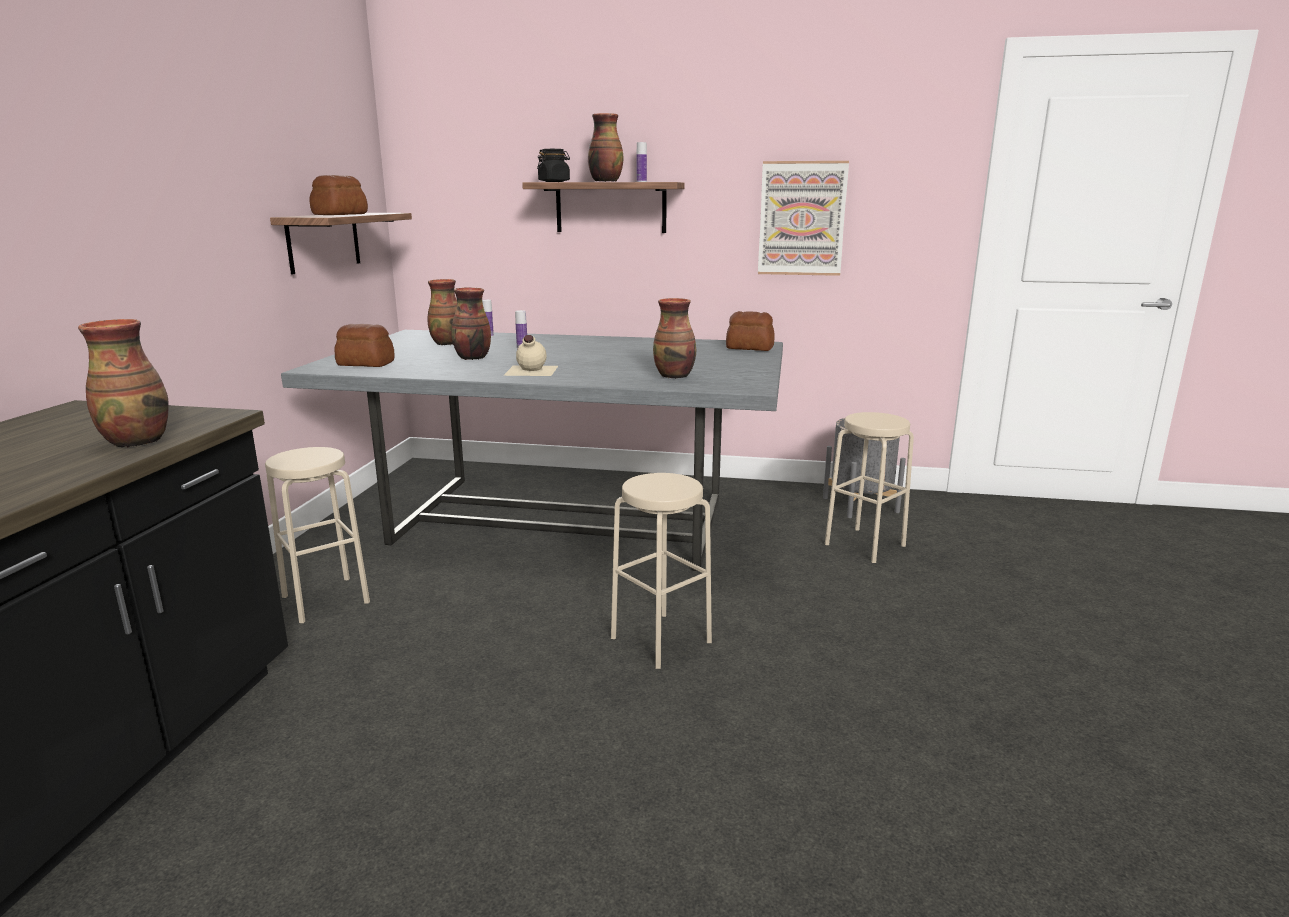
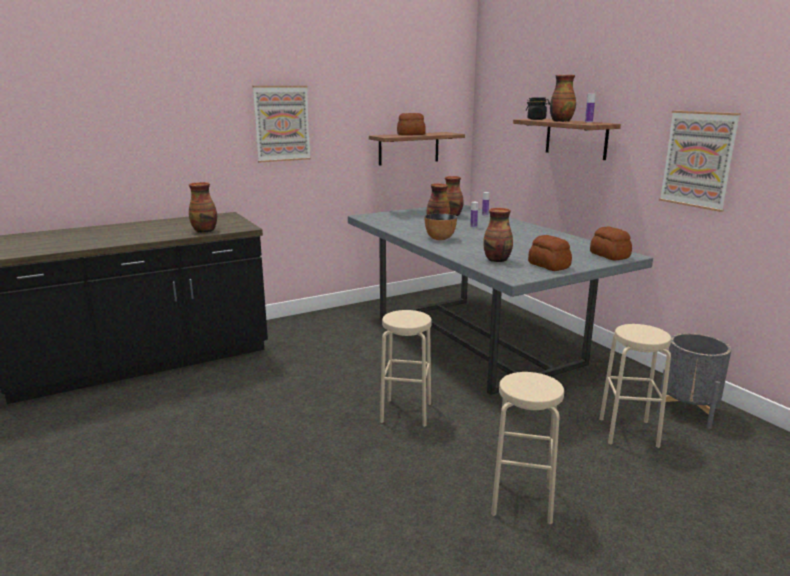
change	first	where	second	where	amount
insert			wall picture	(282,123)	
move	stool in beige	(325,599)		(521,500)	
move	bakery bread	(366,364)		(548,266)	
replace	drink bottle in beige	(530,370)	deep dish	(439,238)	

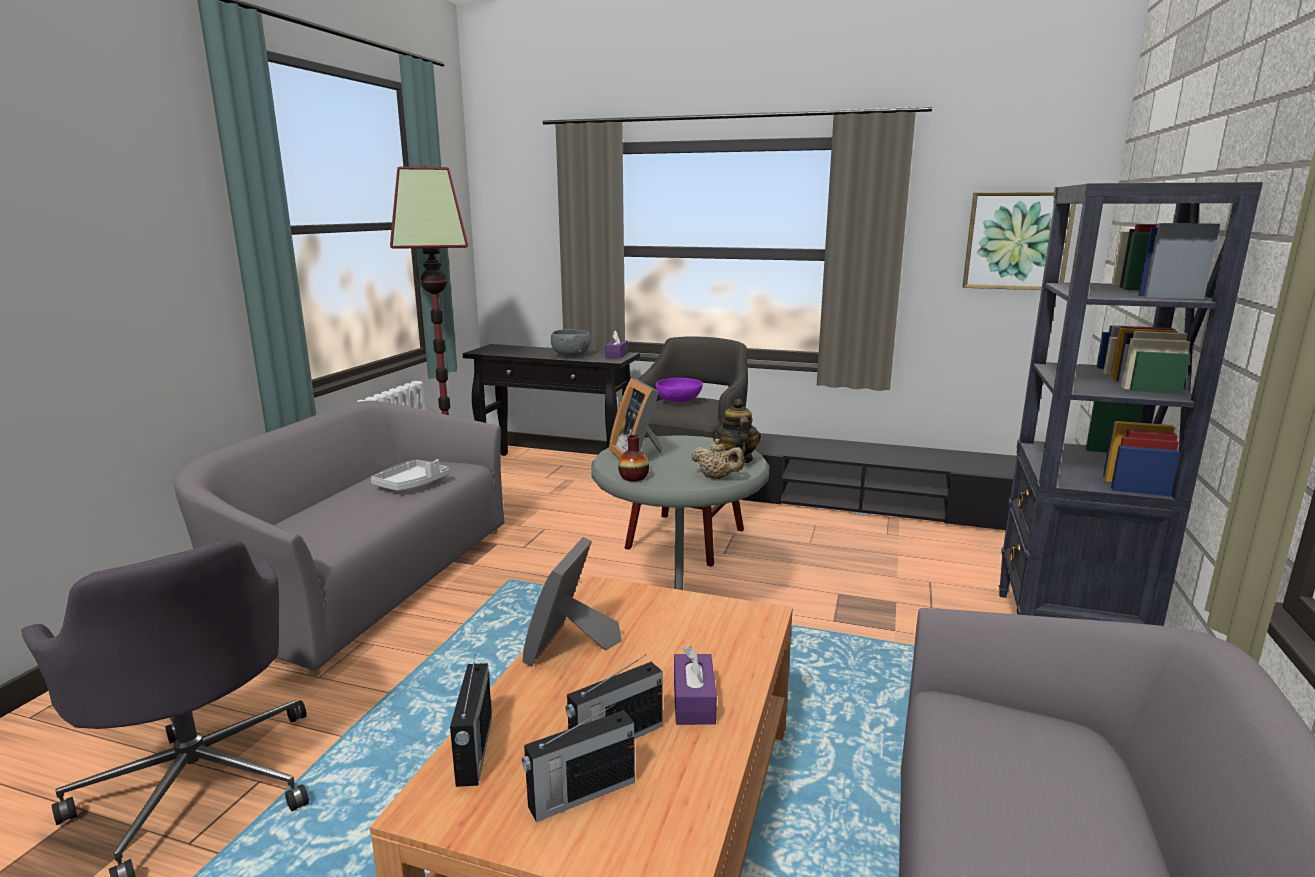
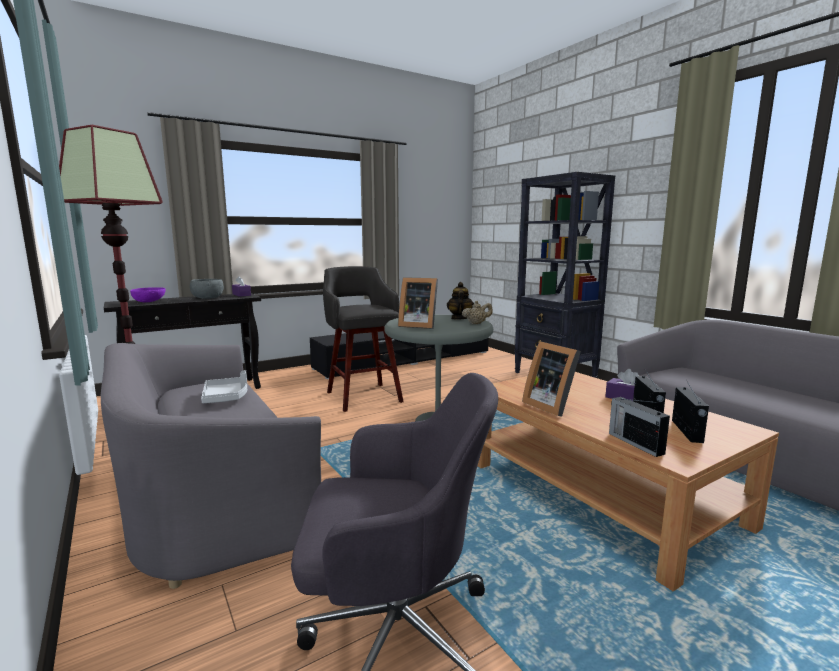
change	first	where	second	where	amount
delete	vase	(633,477)			
delete	wall picture	(1017,241)			
move	deep dish in purplish	(679,402)		(149,302)	
rotate	radio receiver	(474,751)		(634,443)	150 degrees counterclockwise
rotate	teapot	(736,460)		(459,318)	60 degrees clockwise

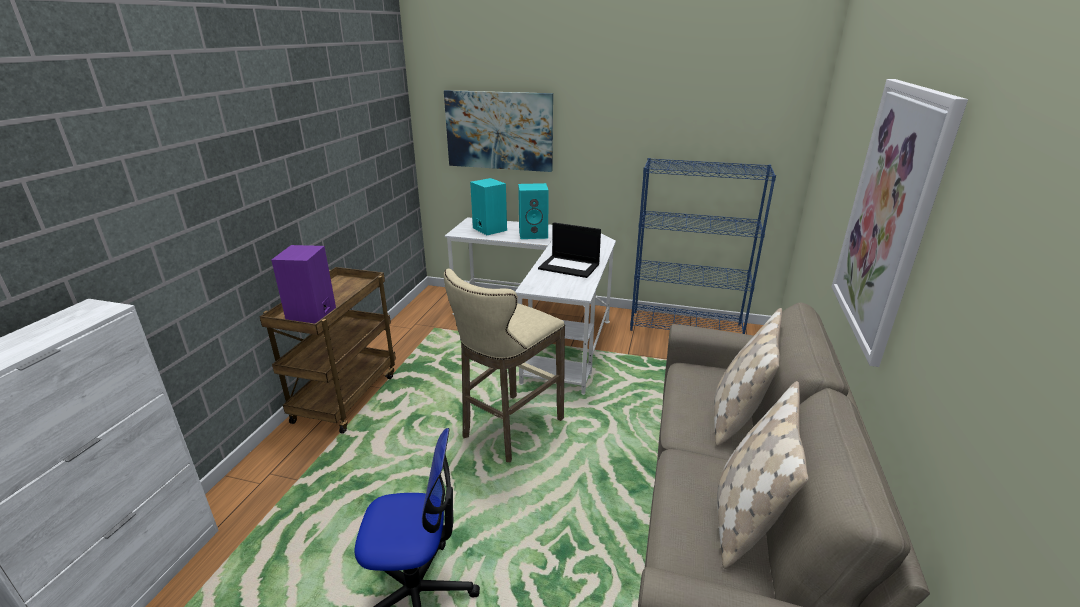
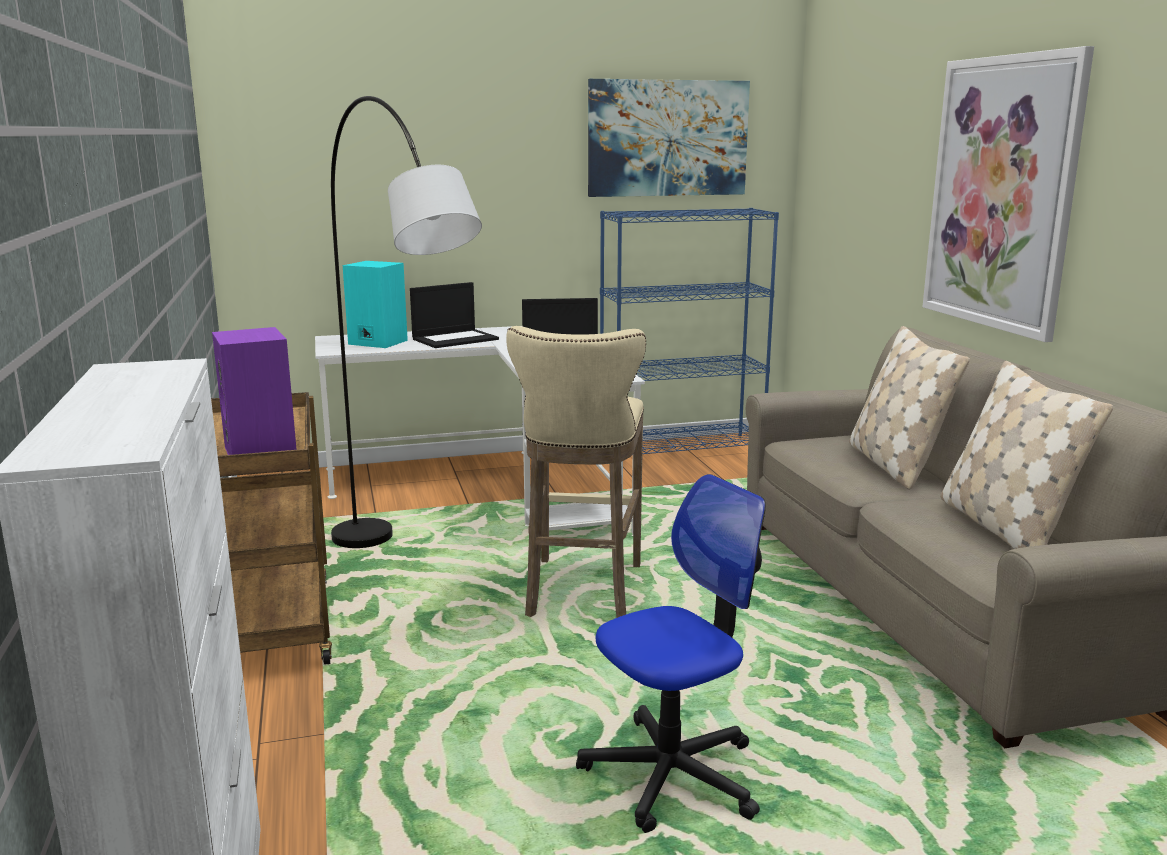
change	first	where	second	where	amount
insert			standard lamp in gray	(407,578)	
move	wall picture	(499,130)		(667,138)	
replace	audio speaker in blue-green	(534,234)	laptop	(455,339)	

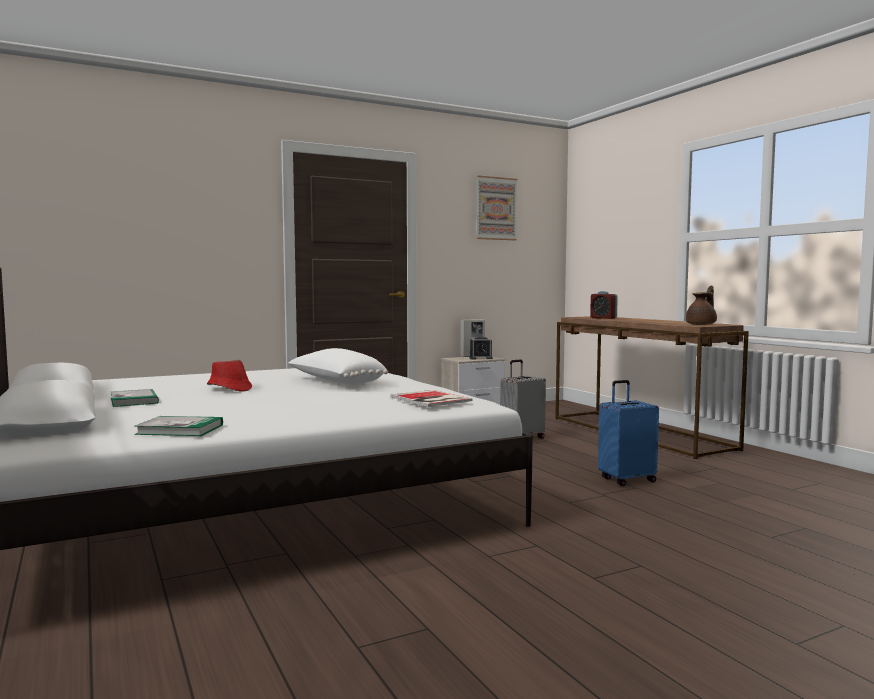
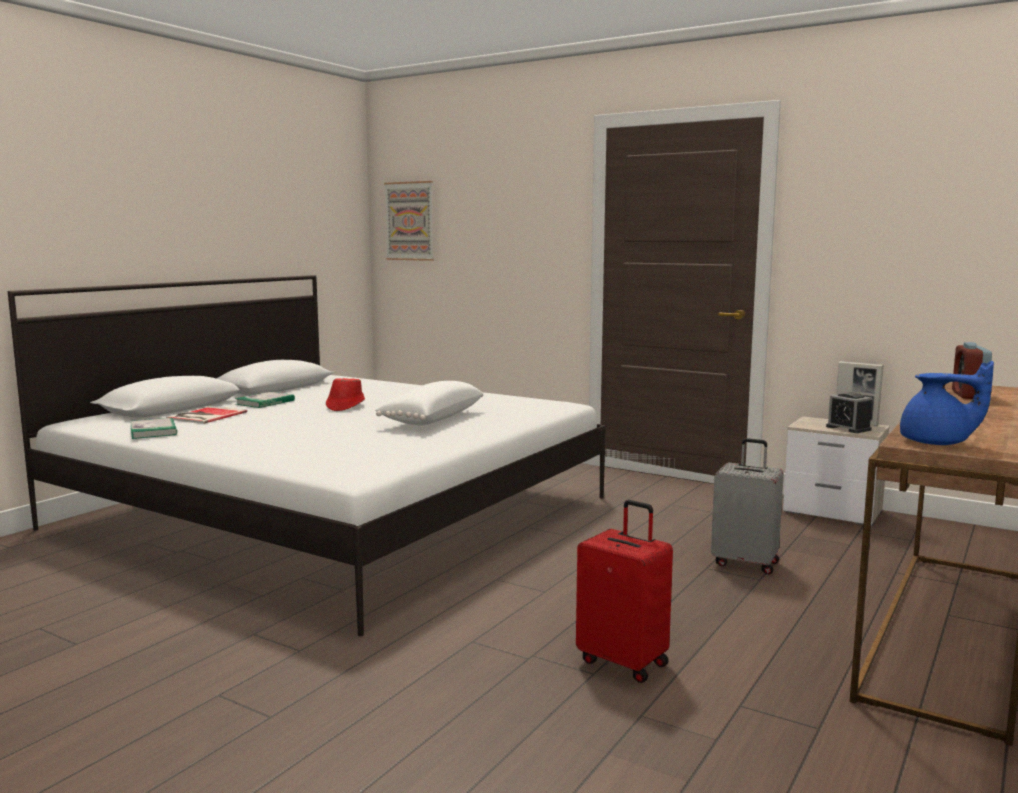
change	first	where	second	where	amount
move	bound book	(430,399)		(204,416)	
move	wall picture	(496,208)		(410,221)	
recolor	suitcase in blue-coloured	(626,480)	suitcase in reddish	(624,662)	
recolor	teapot in brown	(702,324)	teapot in blue-coloured	(937,443)	

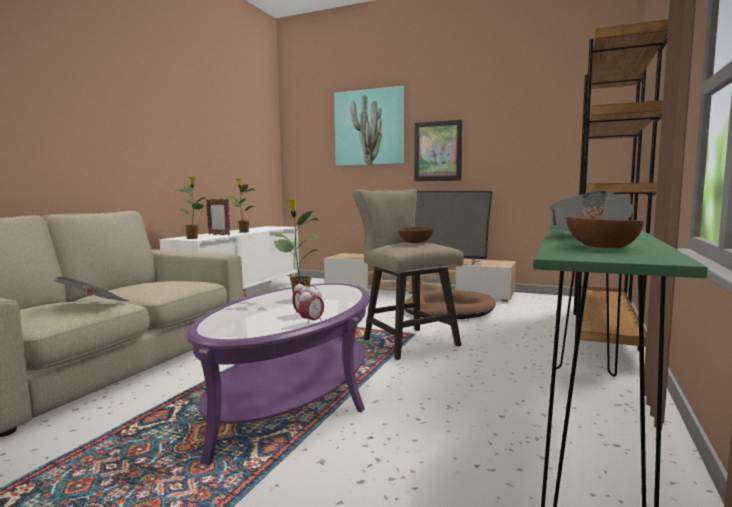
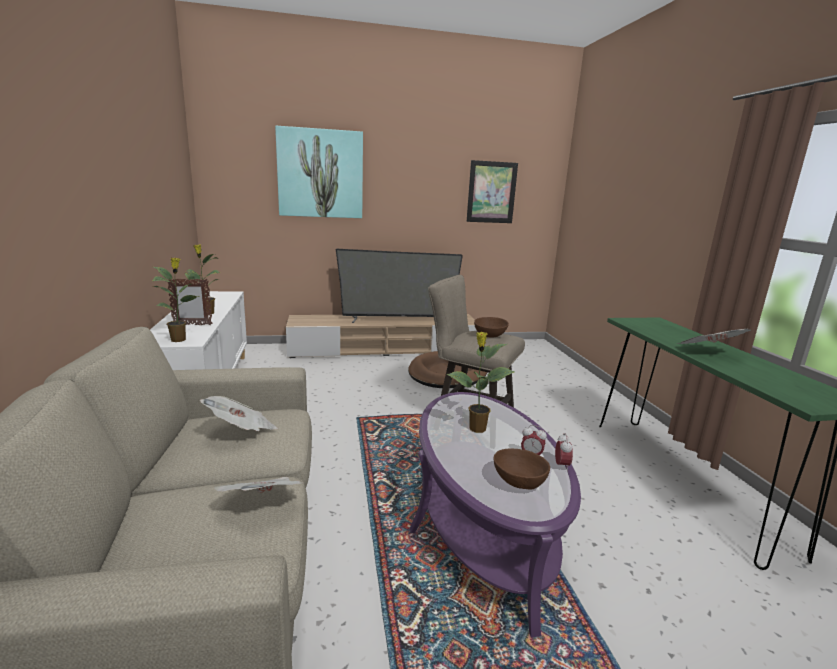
change	first	where	second	where	amount
delete	bookcase in brown	(604,333)			
insert			printed paper	(242,430)	
move	wall picture	(437,151)		(491,192)	
move	deep dish in brown	(602,247)		(519,482)	

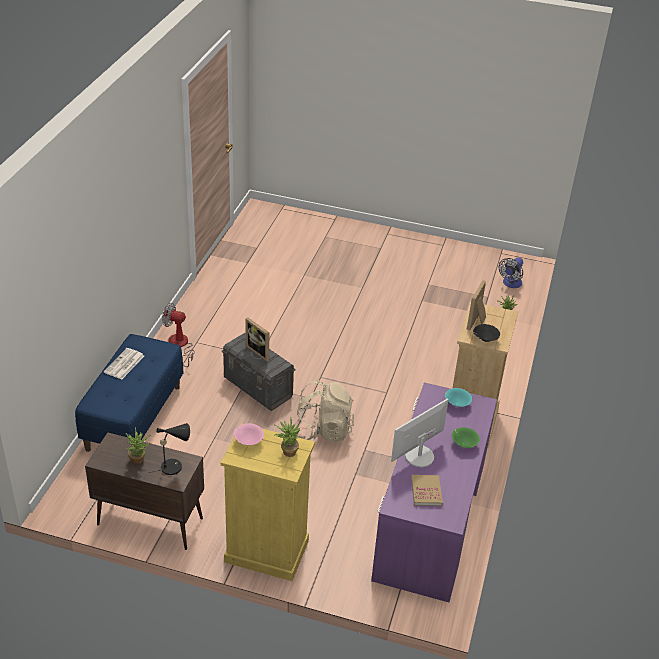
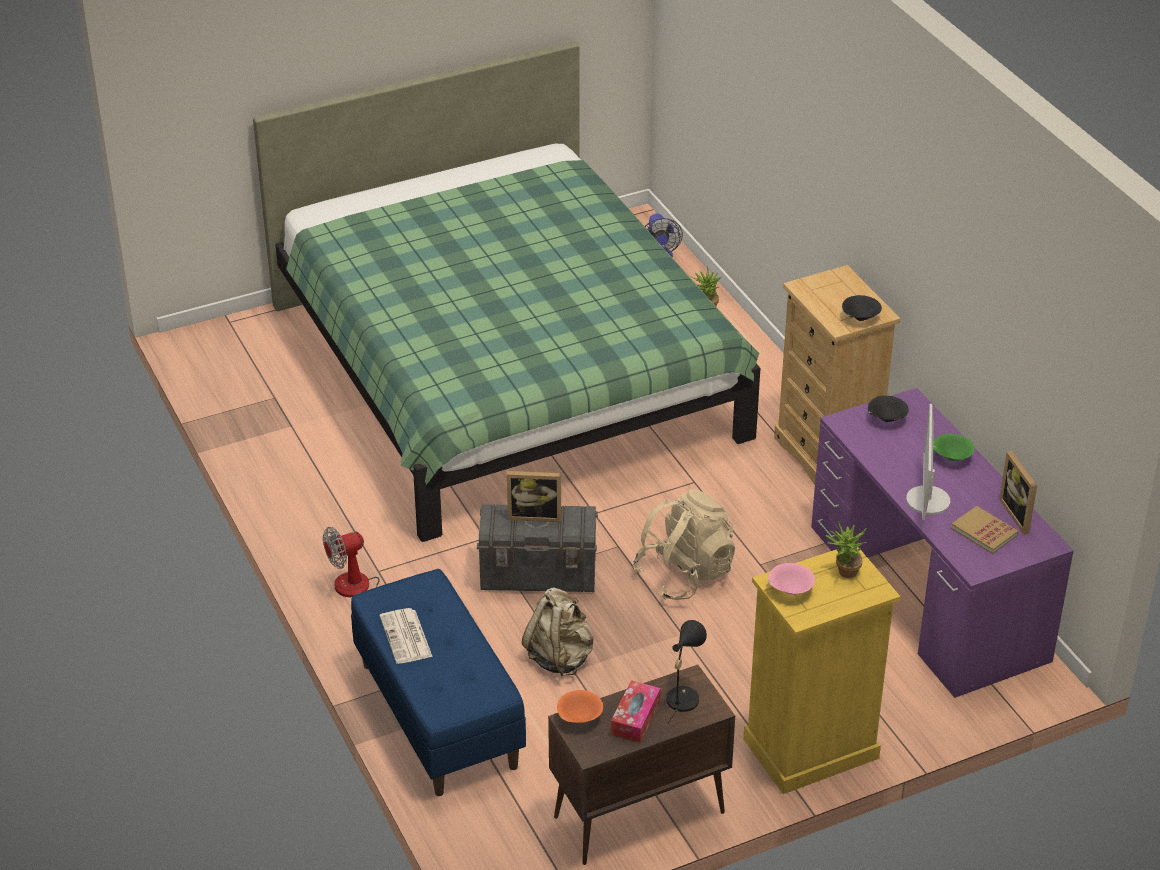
change	first	where	second	where	amount
insert			sleeping bed in green	(504,372)	
insert			rucksack in beige	(560,657)	
insert			deep dish in orange	(579,718)	
move	picture frame	(477,321)		(1020,515)	
replace	potted plant	(139,460)	tissue box	(635,718)	
recolor	deep dish in blue-green	(456,404)	deep dish in black-coloured	(886,419)	

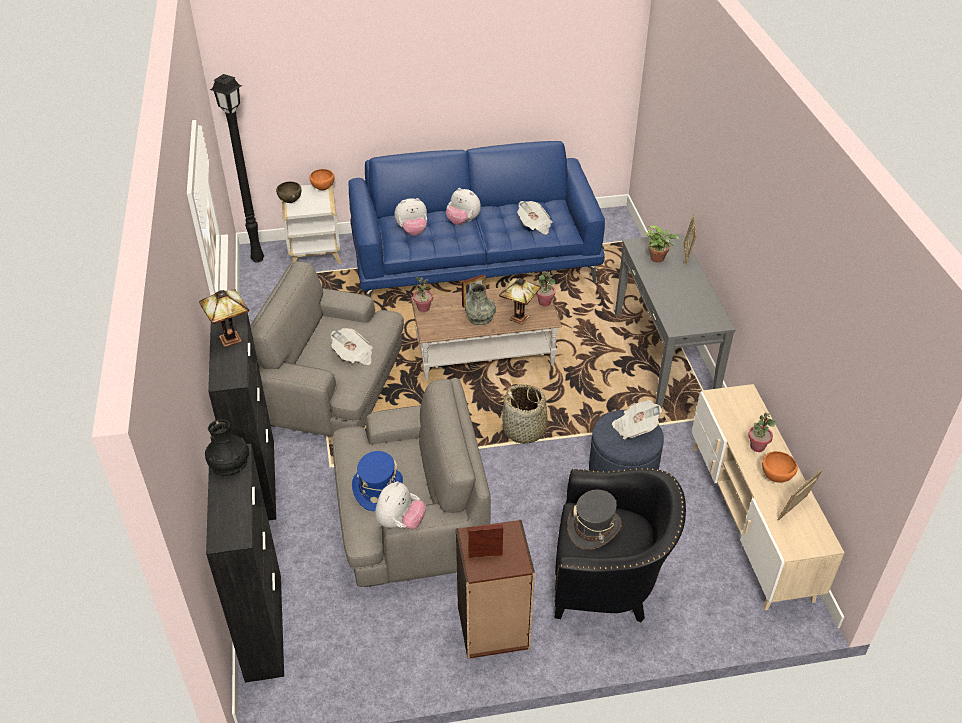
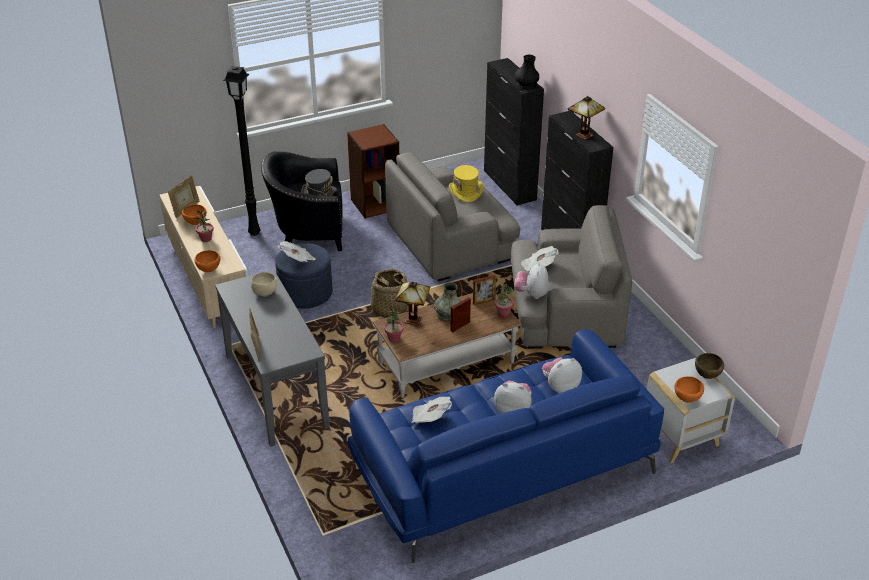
change	first	where	second	where	amount
delete	potted plant	(659,259)			
insert			deep dish in orange	(208,270)	
insert			deep dish in beige	(264,292)	
move	standard lamp in black-coloured	(258,260)		(254,232)	
move	soft toy	(400,522)		(531,294)	
move	picture frame	(485,554)		(484,301)	
recolor	wearable hat in blue-coloured	(378,489)	wearable hat in yellowish	(466,191)	

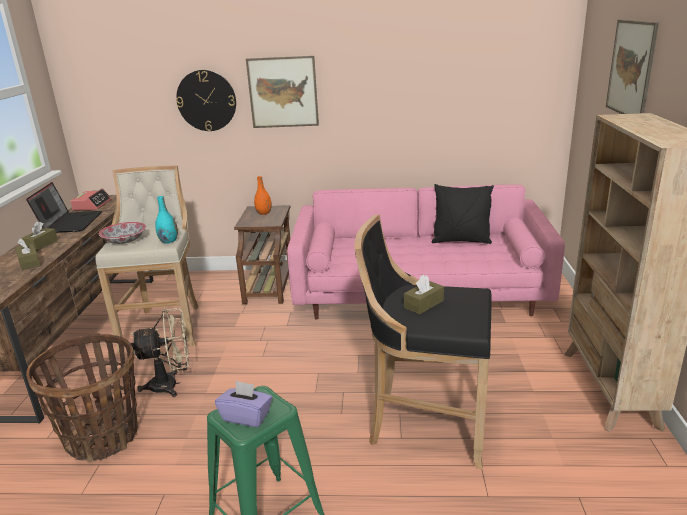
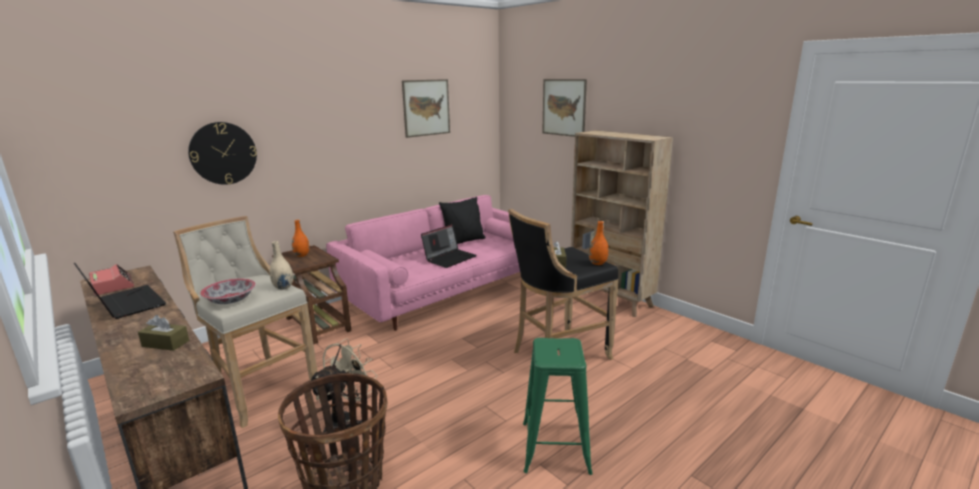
change	first	where	second	where	amount
delete	tissue box in brown	(41,245)			
delete	tissue box in purplish	(246,416)			
insert			laptop	(450,258)	
insert			vase in orange	(597,263)	
move	wall picture	(283,92)		(426,107)	
recolor	vase in blue-green	(168,241)	vase in beige	(283,287)	

